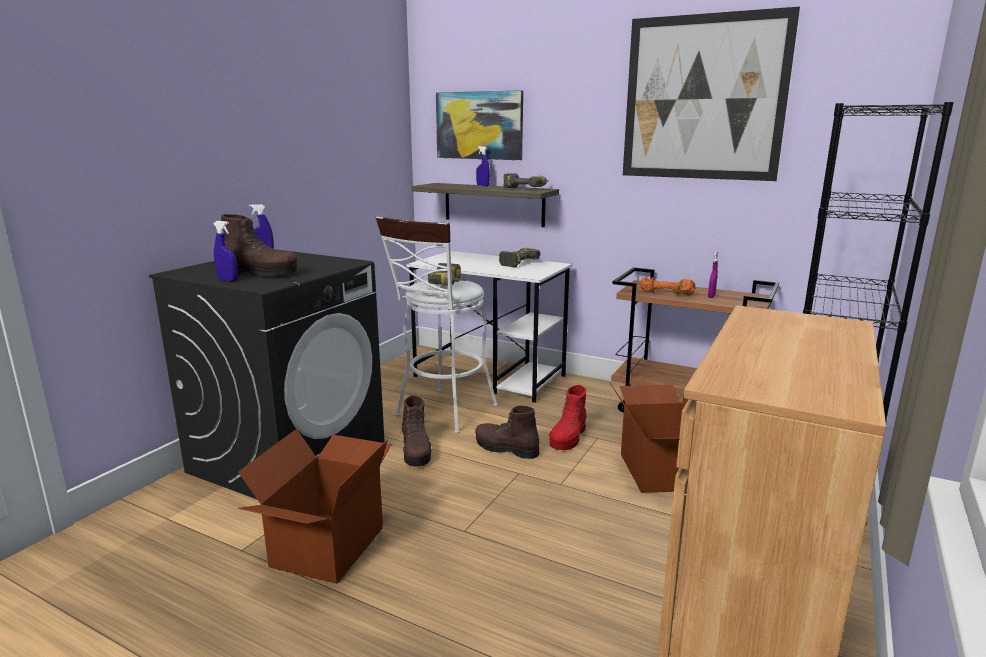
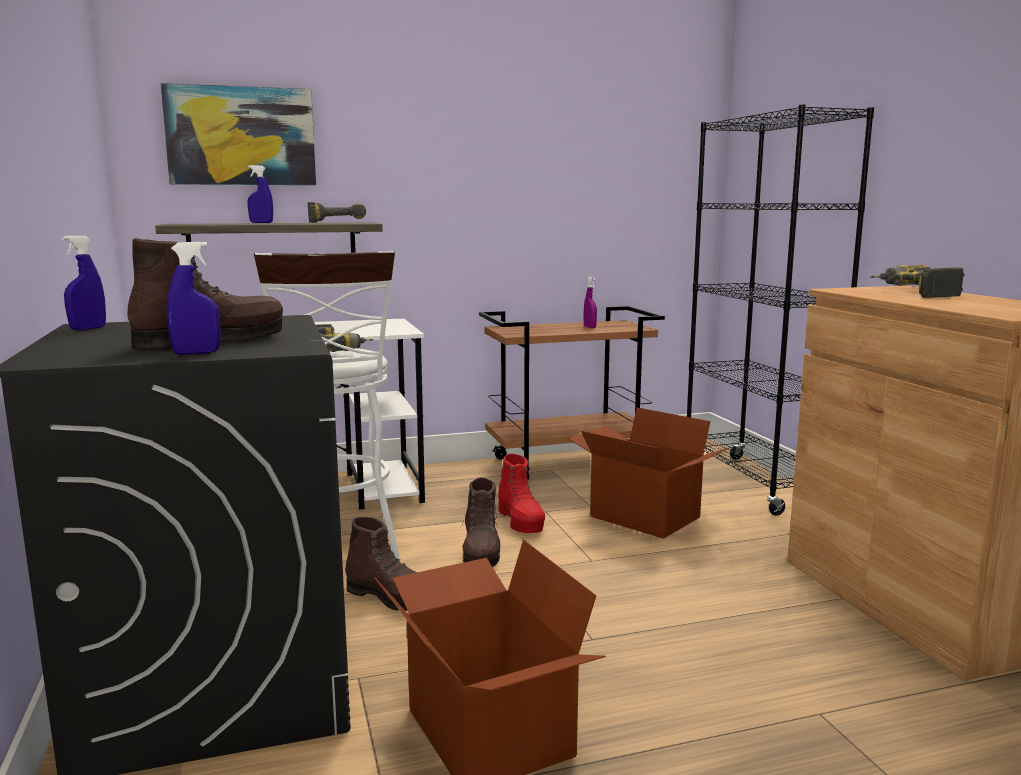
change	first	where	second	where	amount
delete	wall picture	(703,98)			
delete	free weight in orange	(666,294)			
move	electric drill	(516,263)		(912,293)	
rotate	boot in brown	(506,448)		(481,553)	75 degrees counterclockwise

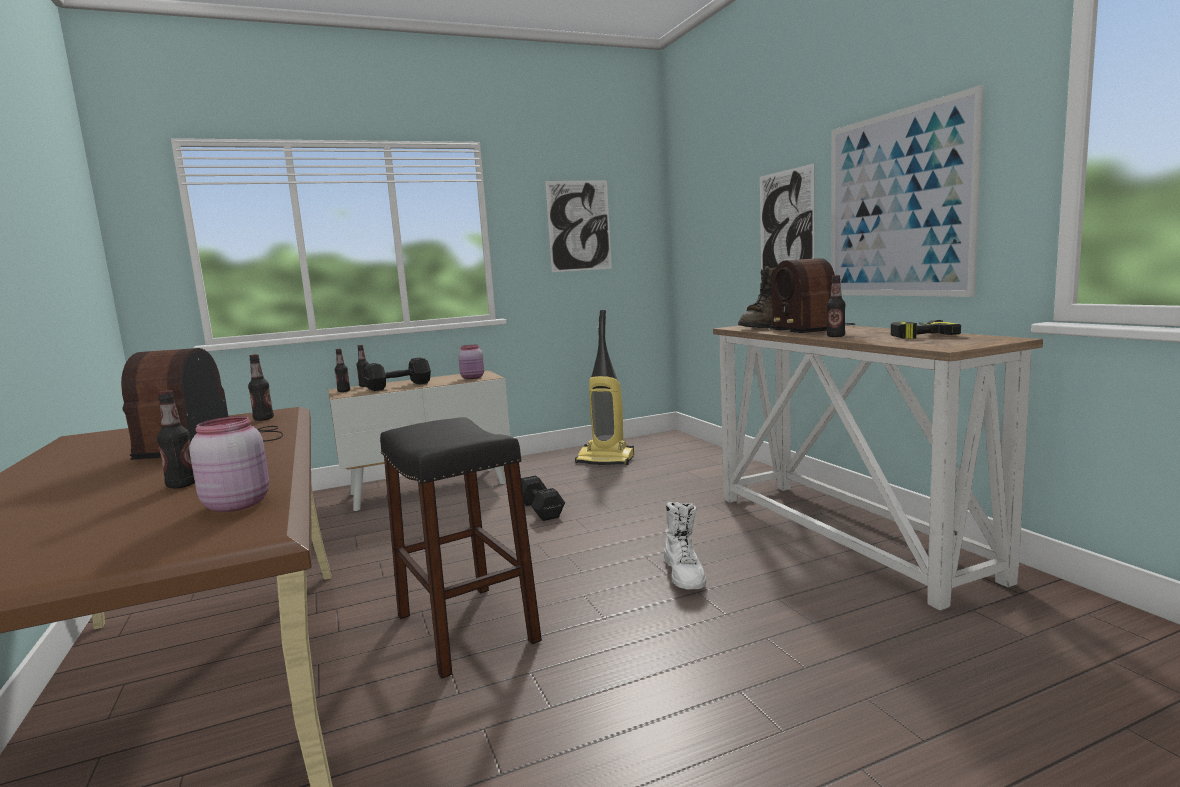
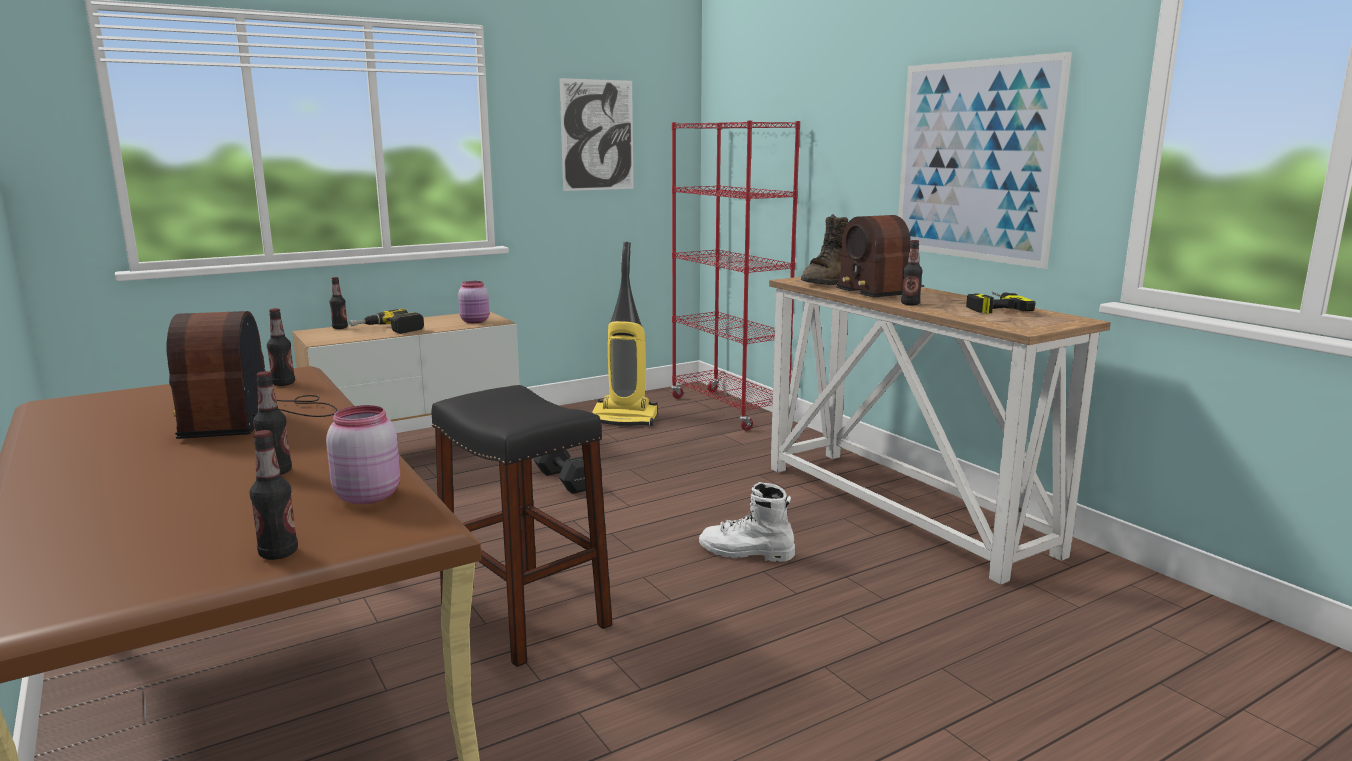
change	first	where	second	where	amount
delete	wall picture	(786,227)			
insert			bookcase in reddish	(728,410)	
move	drink bottle	(344,391)		(278,553)	
replace	free weight in black-coloured	(400,386)	electric drill	(388,330)	
rotate	boot in white-coloured	(684,574)		(746,553)	120 degrees clockwise

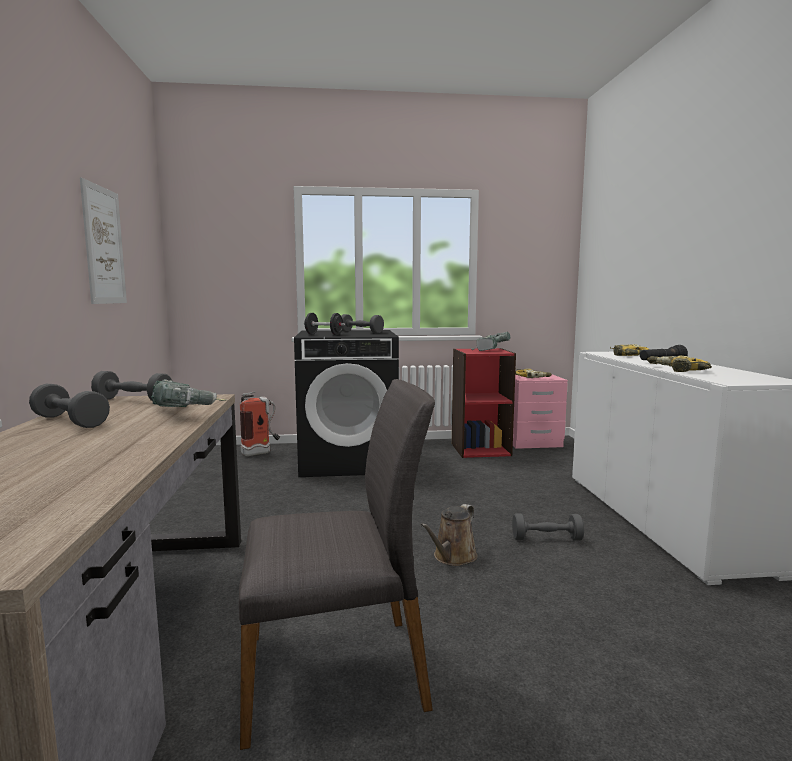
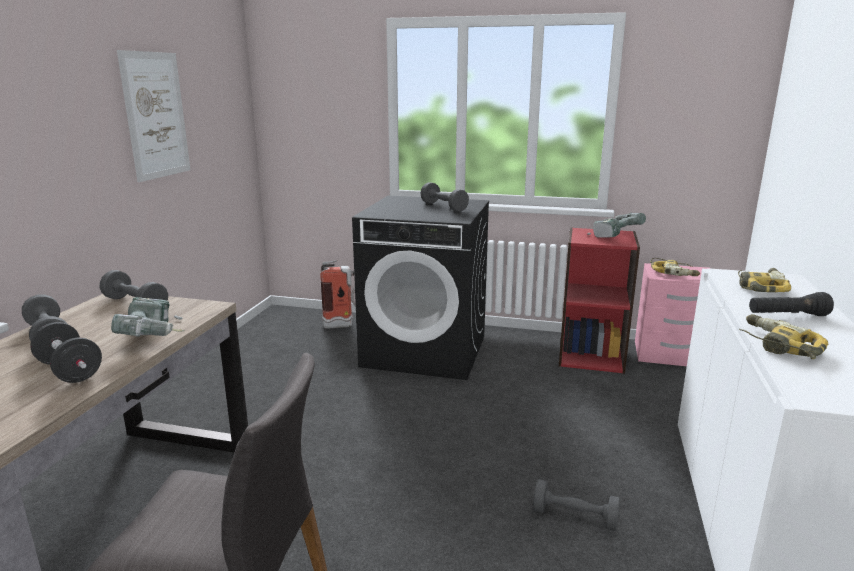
change	first	where	second	where	amount
delete	sprinkling can in brown	(452,557)			
move	free weight in black-coloured	(324,334)		(70,371)	

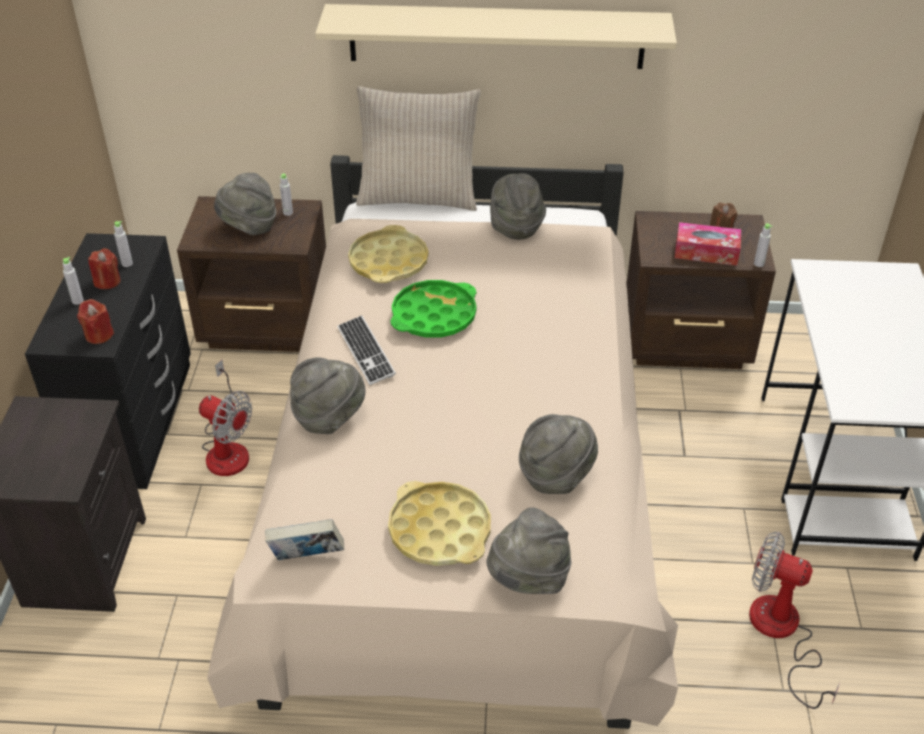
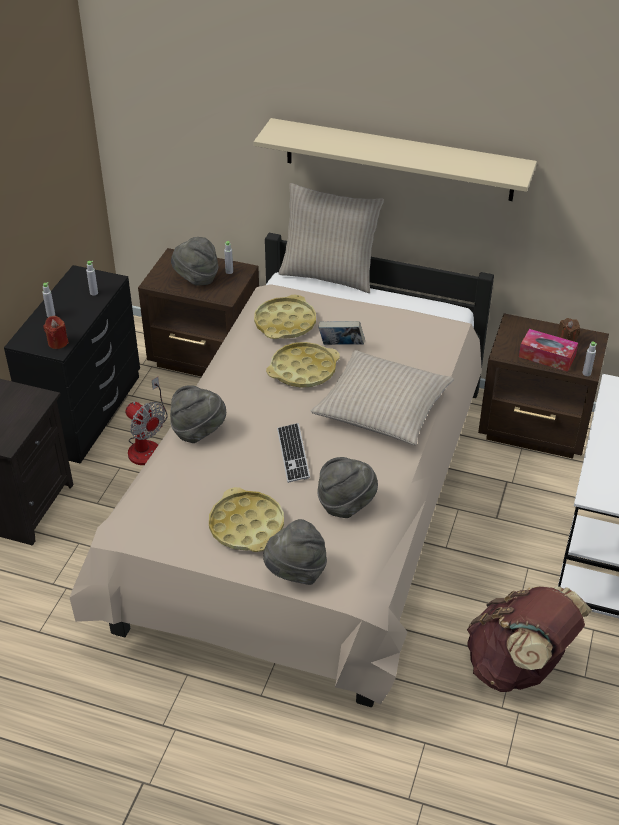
change	first	where	second	where	amount
delete	wax candle in reddish	(107,281)			
delete	wearable hat in gray	(515,226)			
insert			pillow in beige	(382,408)	
move	bound book	(307,558)		(341,346)	
move	PC keyboard	(366,352)		(293,454)	
replace	electric fan	(781,633)	rucksack in brown	(518,667)	
recolor	tray in green	(434,315)	tray in yellowish	(303,370)	

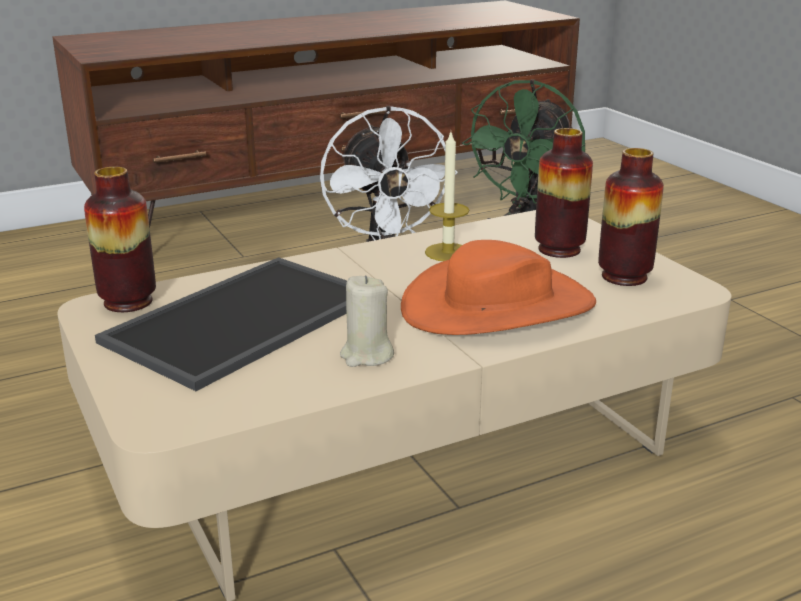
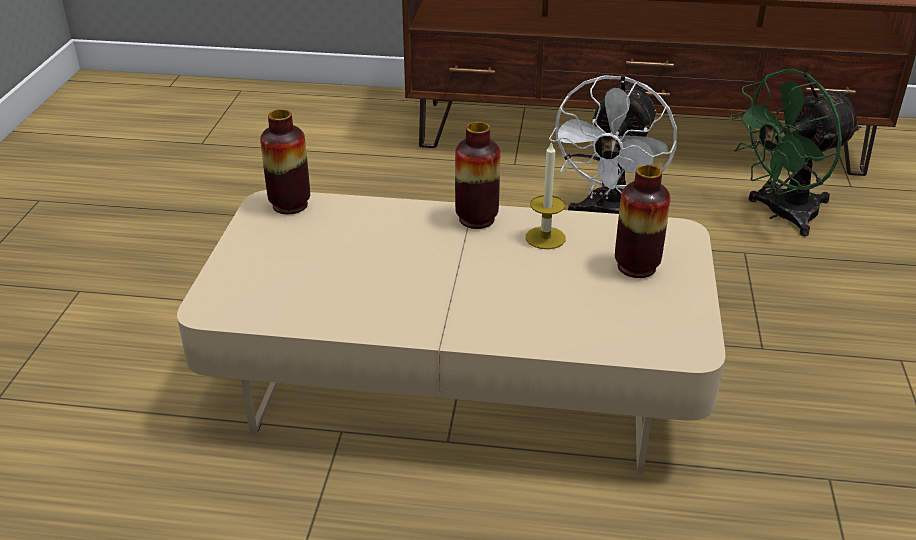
change	first	where	second	where	amount
delete	tray	(243,321)			
delete	wax candle in beige	(366,356)			
delete	wearable hat in orange	(498,306)			
move	vase	(624,277)		(476,219)	

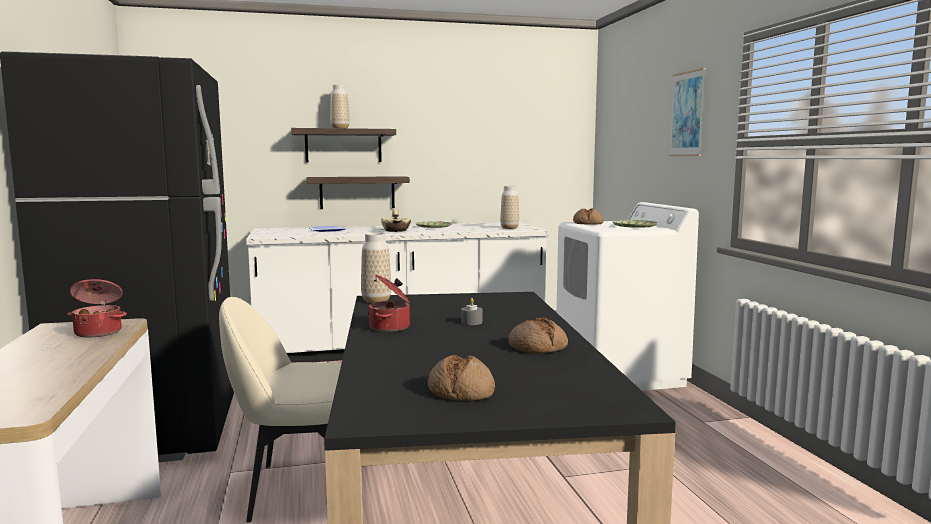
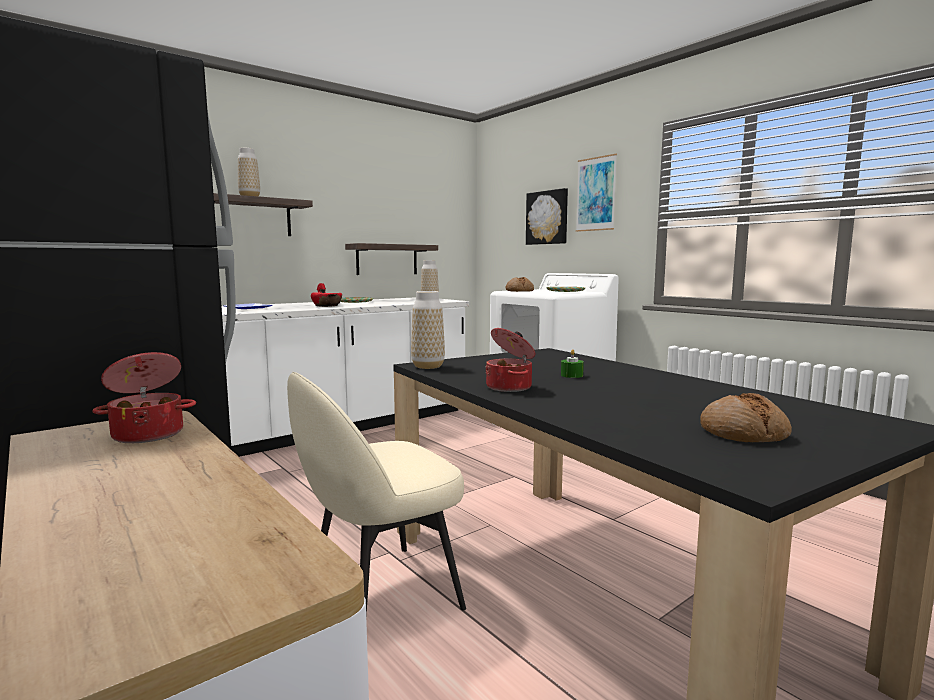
change	first	where	second	where	amount
delete	bakery bread	(537,347)			
insert			wall picture	(547,217)	
move	bracket shelf	(357,192)		(387,259)	
recolor	deep dish in beige	(396,230)	deep dish in reddish	(327,306)	
recolor	wax candle in gray	(471,322)	wax candle in green	(571,375)	

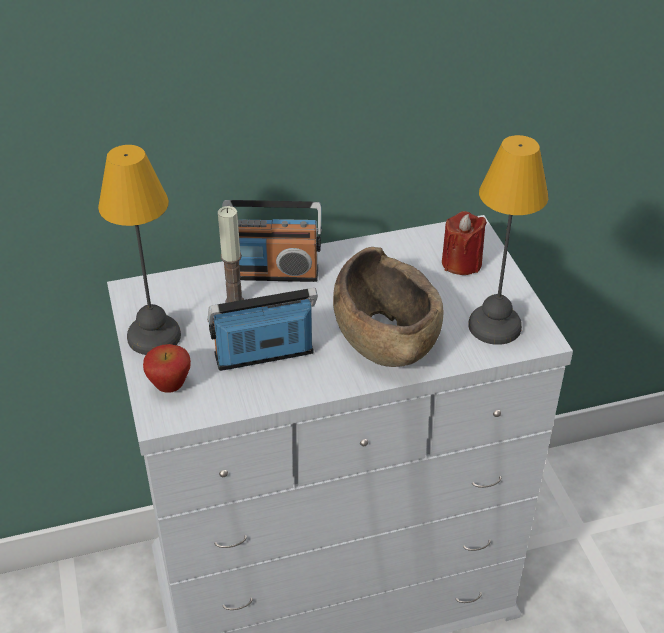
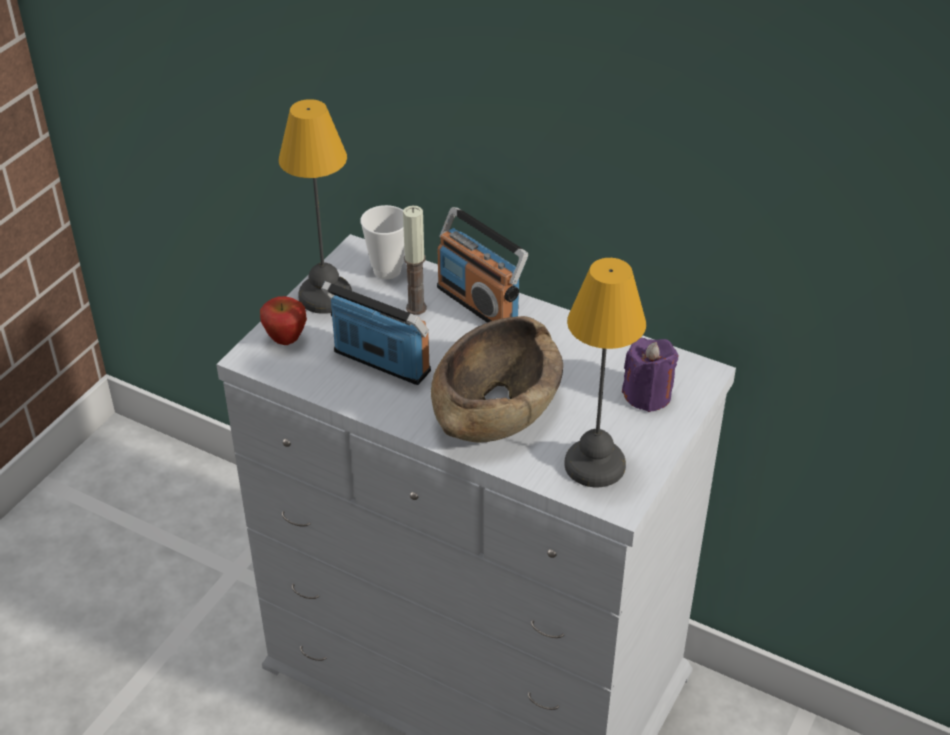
change	first	where	second	where	amount
insert			drinking cup	(387,270)	
recolor	wax candle in reddish	(461,263)	wax candle in purplish	(647,395)	

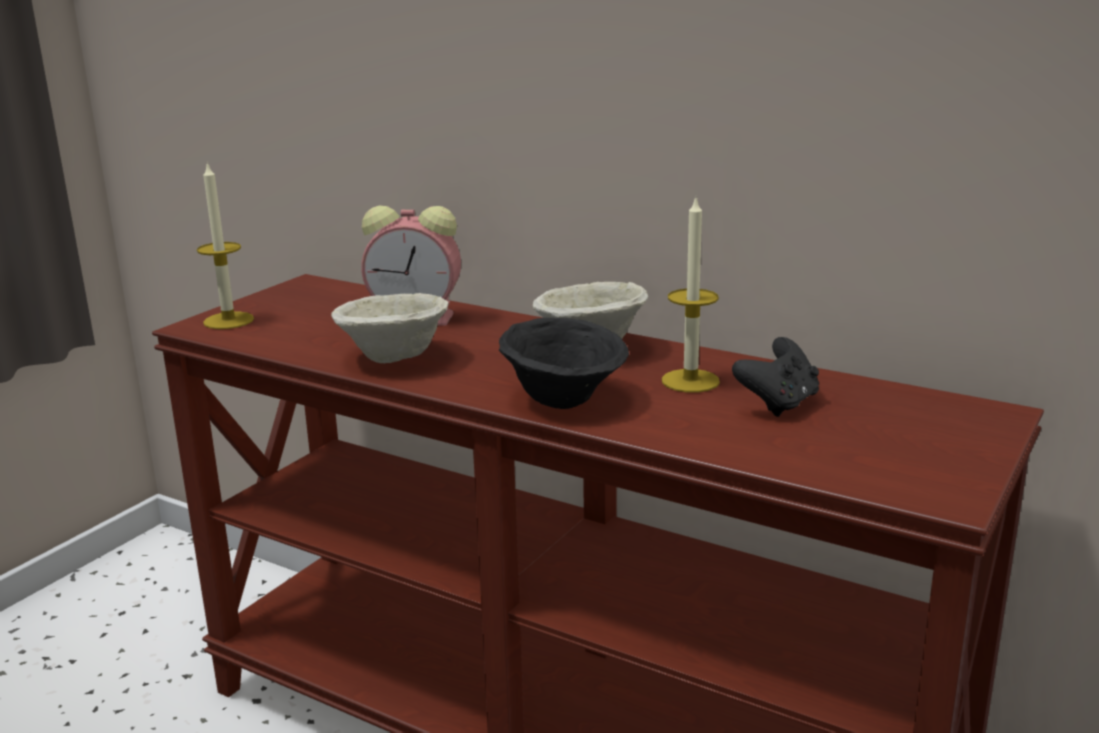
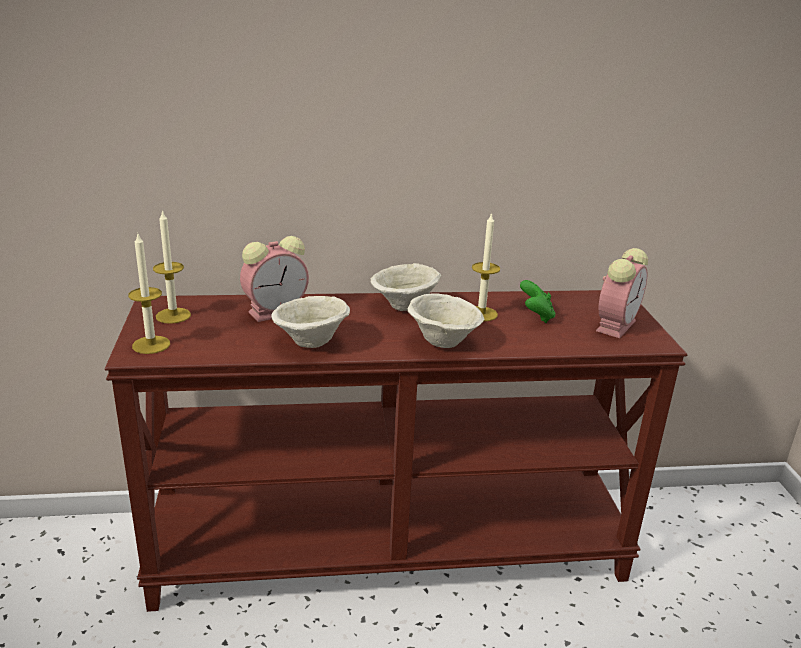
change	first	where	second	where	amount
insert			wax candle	(173,315)	
insert			bedside clock	(616,325)	
recolor	deep dish in black-coloured	(563,399)	deep dish in beige	(442,341)	
recolor	gamepad in black-coloured	(778,404)	gamepad in green	(536,316)	

